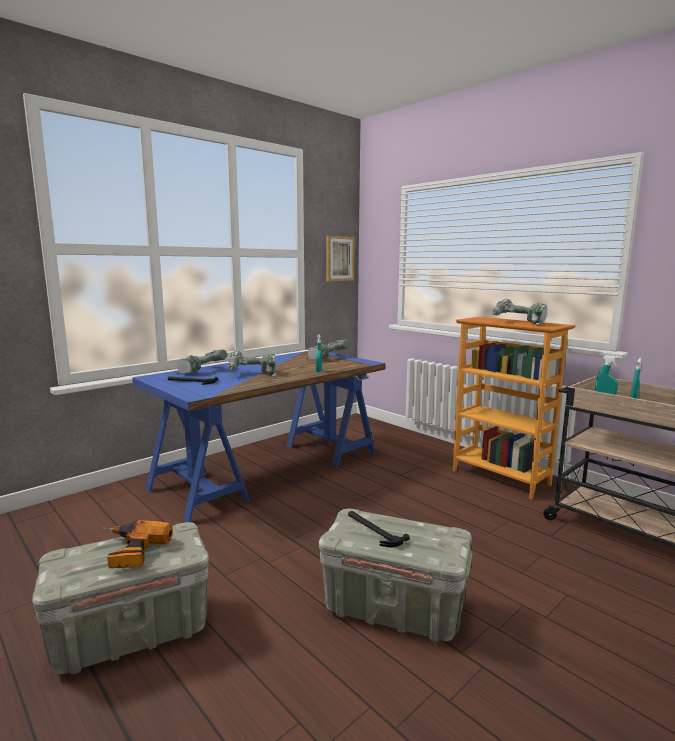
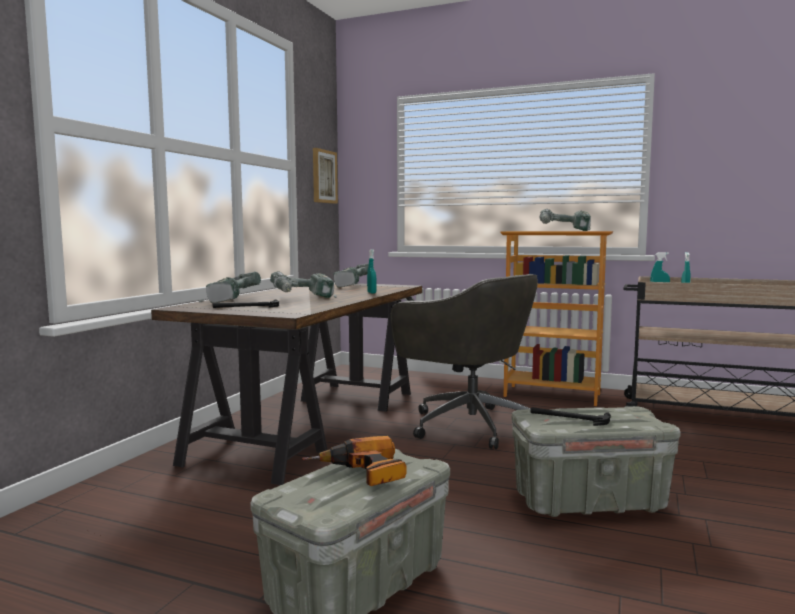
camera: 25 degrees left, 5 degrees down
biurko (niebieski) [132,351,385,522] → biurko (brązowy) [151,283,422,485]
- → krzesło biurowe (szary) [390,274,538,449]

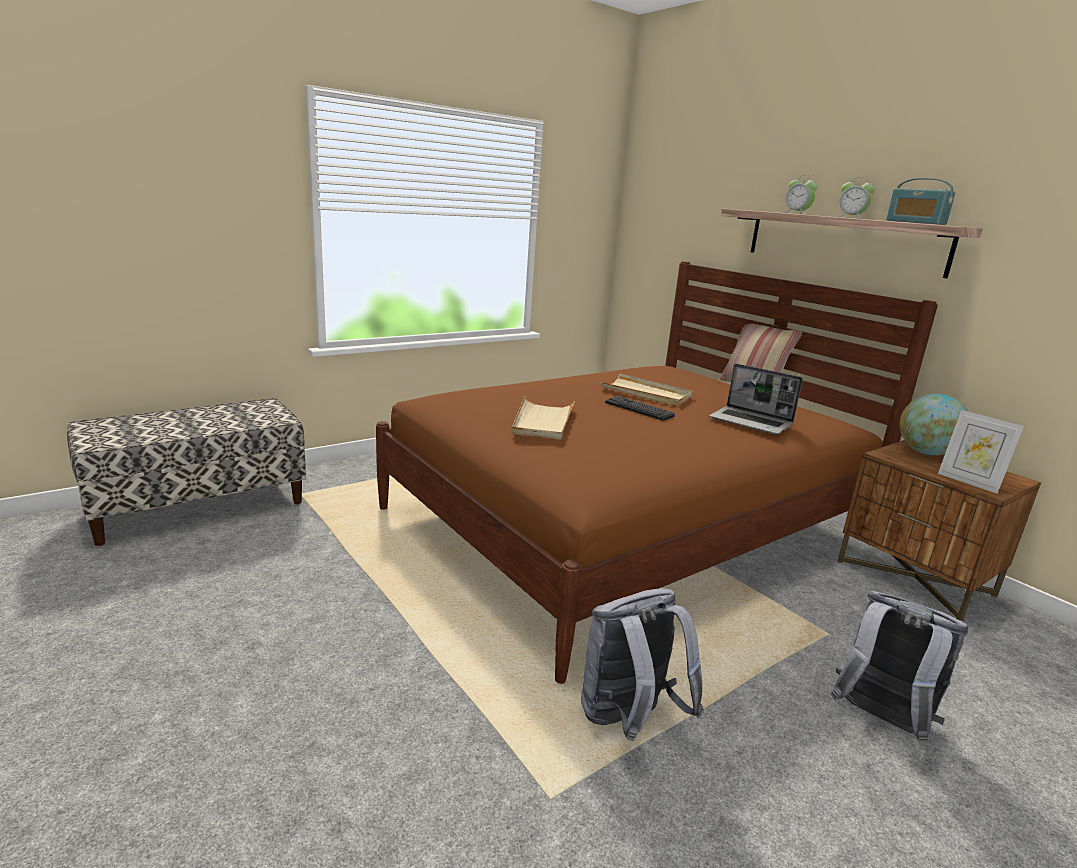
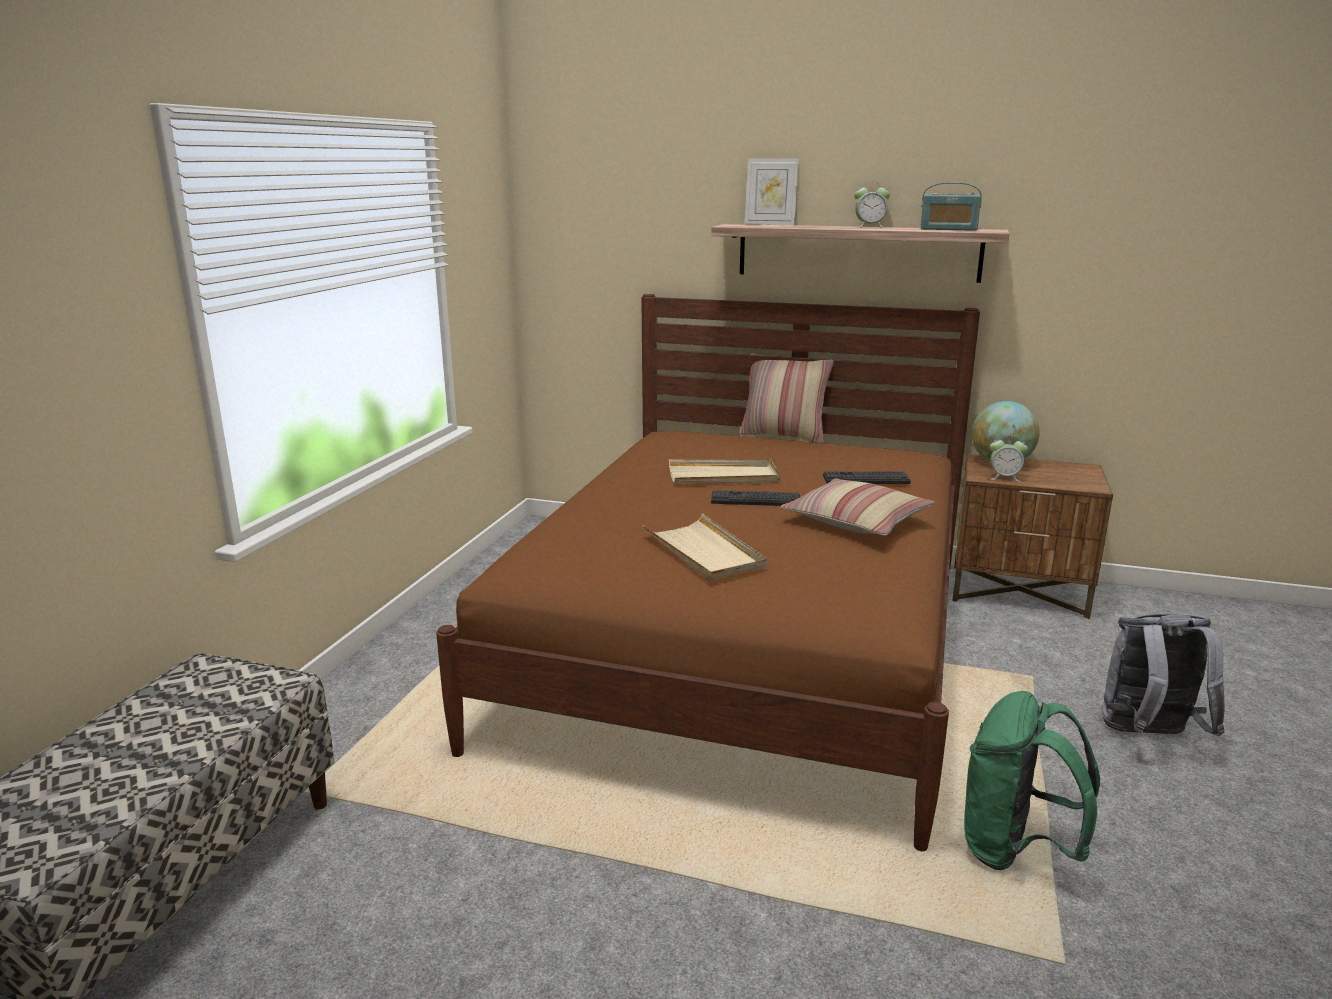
camera: 35 degrees left, 0 degrees up
plecak (szary) [581,588,704,741] → plecak (zielony) [964,691,1100,870]
laptop [709,364,803,435] → klawiatura [823,471,911,484]
budzik [783,175,818,214] → budzik [990,435,1028,482], moved
ramka na zdjęcie [938,410,1024,494] → ramka na zdjęcie [745,159,799,225], moved
- → poduszka [781,478,935,536]

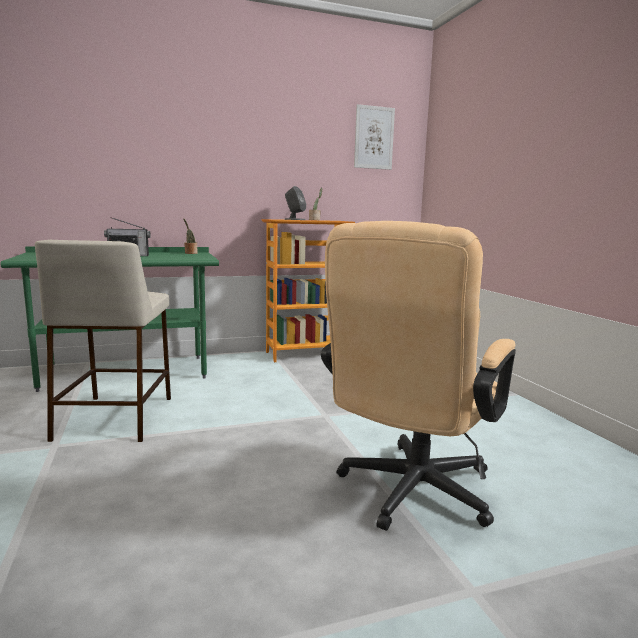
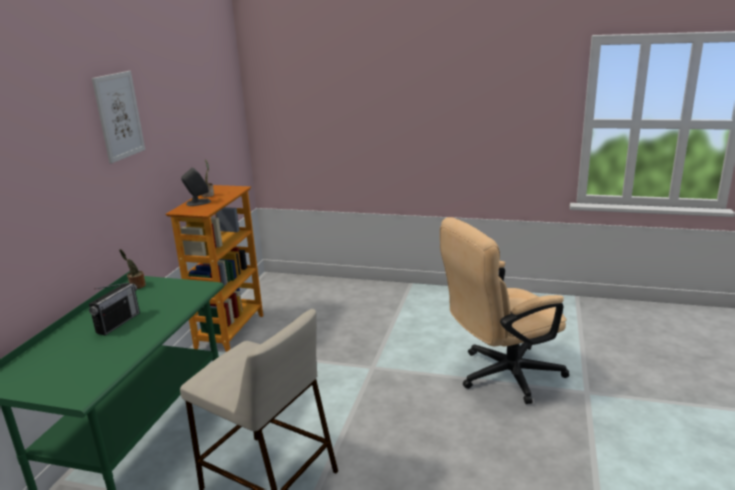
camera: 55 degrees left, 10 degrees up
krzesło biurowe (beżowy) [321,221,516,531] → krzesło biurowe (beżowy) [440,217,569,404], 90 degrees clockwise
obraz [354,104,395,170] → obraz [92,71,145,163], moved

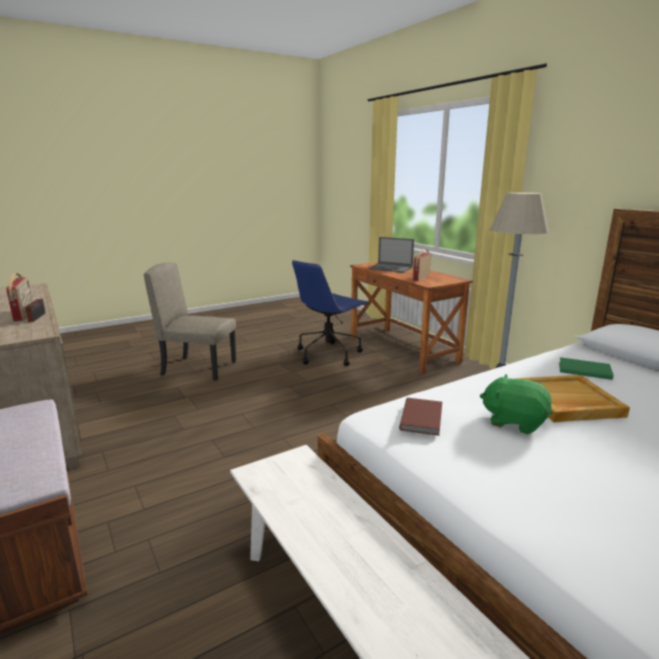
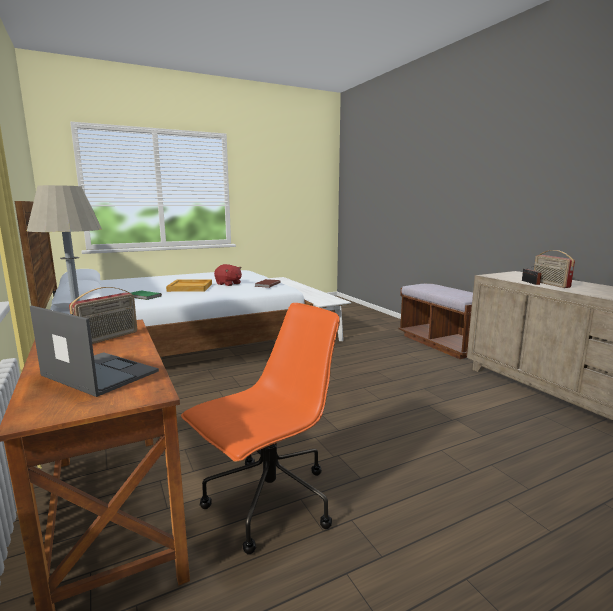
camera: 175 degrees left, 5 degrees down
krzesło (beżowy) [144,263,236,380] → -
krzesło biurowe (niebieski) [292,260,369,366] → krzesło biurowe (pomarańczowy) [181,303,340,554]
pluszak (zielony) [480,374,553,434] → pluszak (czerwony) [214,264,242,286]

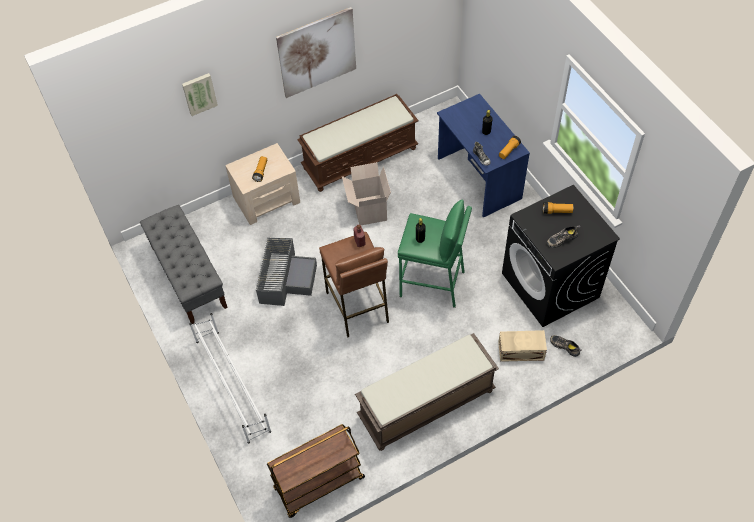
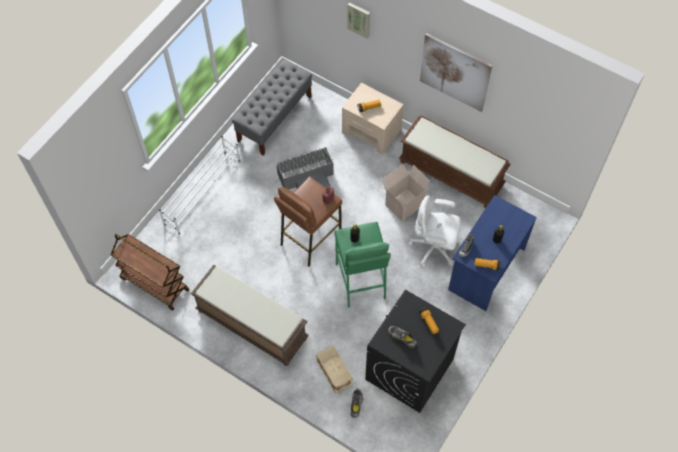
camera: 60 degrees right, 5 degrees up
- → krzesło biurowe (biały) [409,195,461,268]

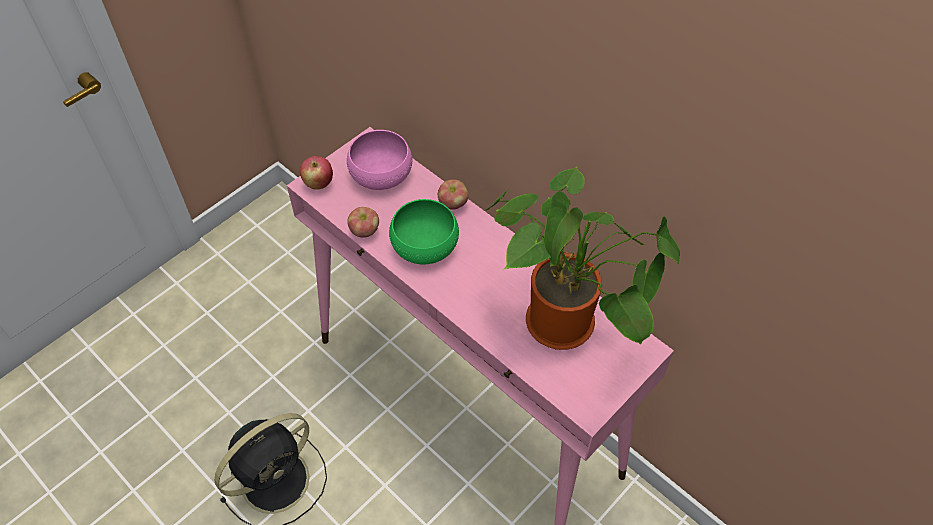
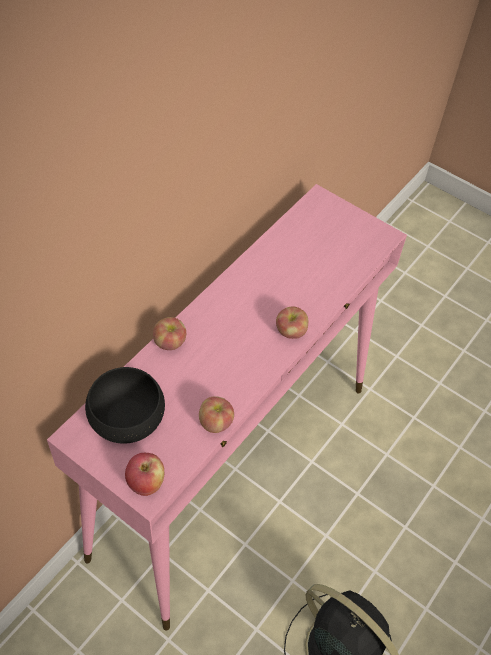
camera: 100 degrees left, 0 degrees up
miska (różowy) [347,130,412,190] → miska (czarny) [85,367,165,444]
miska (zielony) [389,199,459,264] → -
roślina doniczkowa [486,167,680,350] → -
- → jabłko [276,306,308,339]

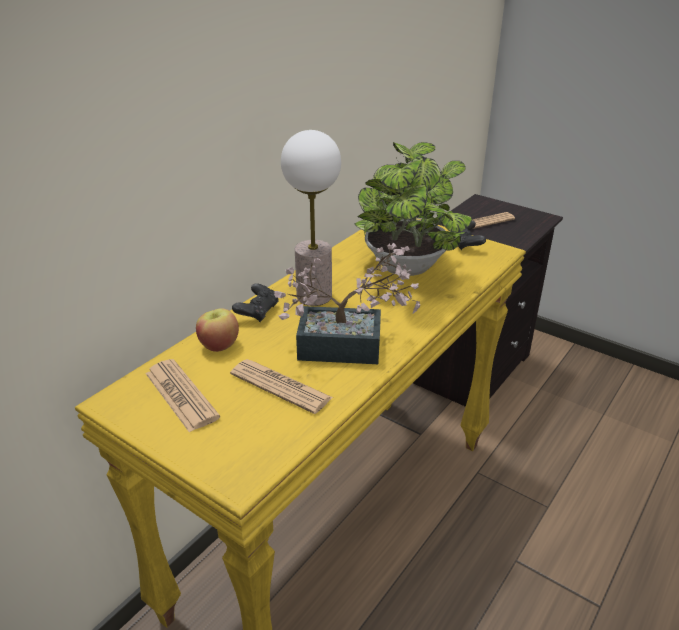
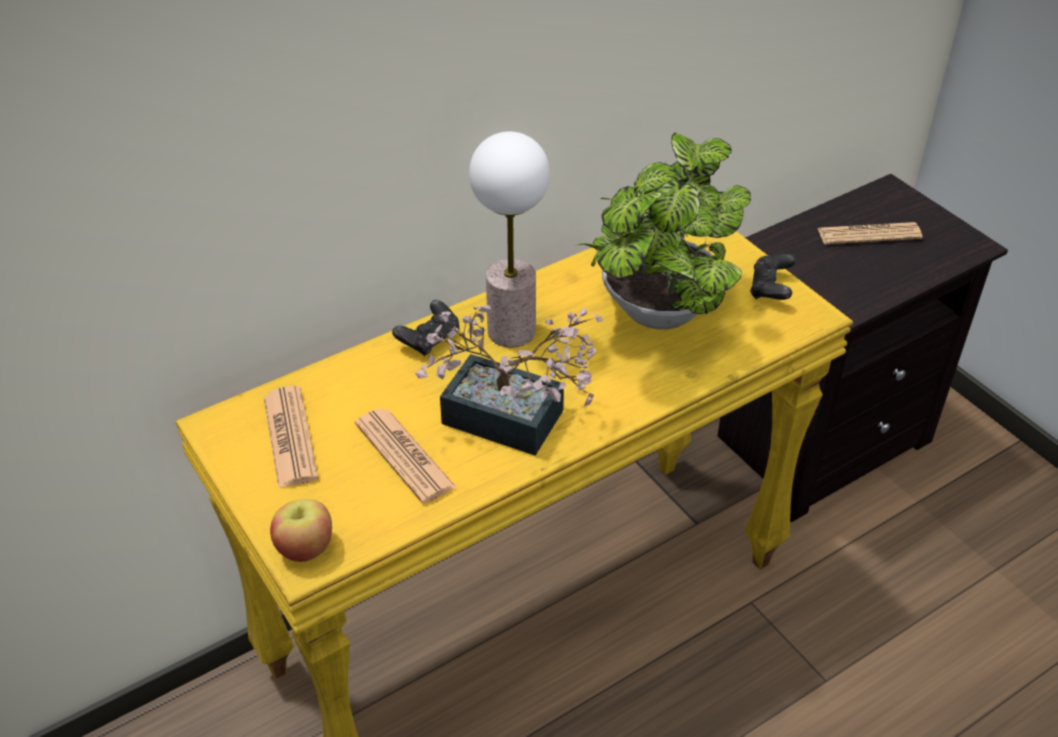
camera: 20 degrees right, 10 degrees up
jabłko [196,308,239,352] → jabłko [270,499,332,562], moved

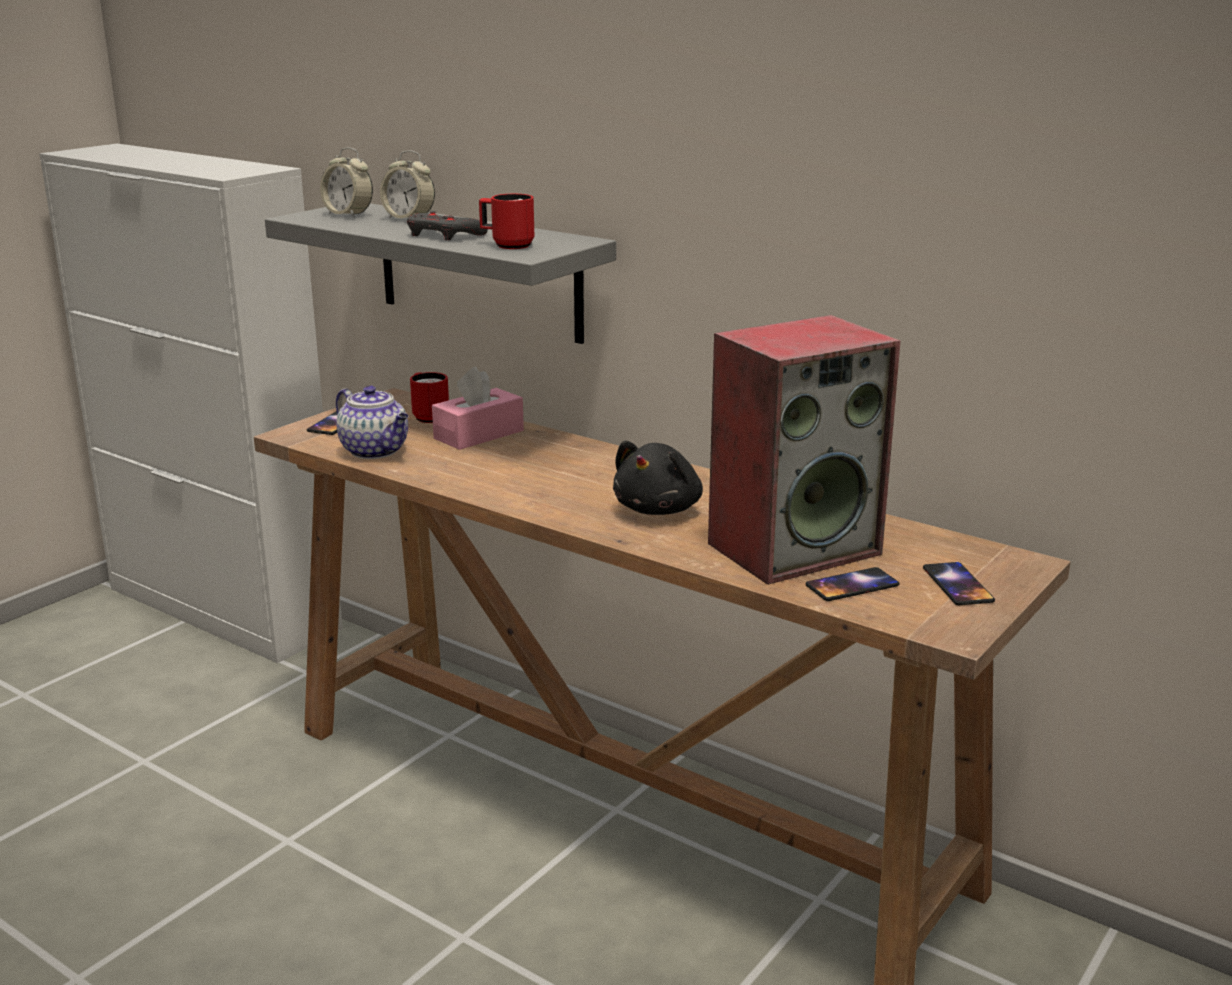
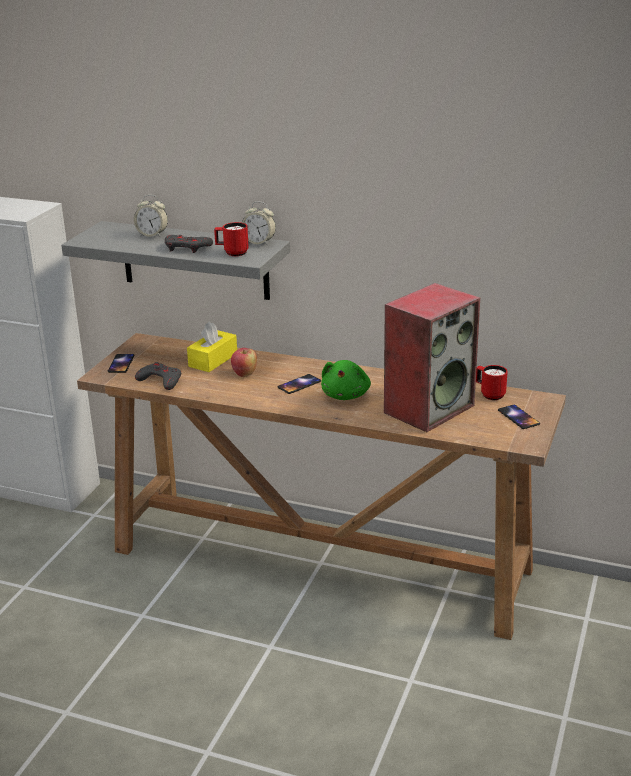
camera: 15 degrees left, 5 degrees up
budzik [320,147,373,218] → budzik [242,201,276,246], moved
imbryk [336,385,408,459] → pad do gier (szary) [135,362,181,390]
kubek (czerwony) [410,372,449,423] → kubek (czerwony) [476,365,508,400], moved
pudełko chusteczek (różowy) [432,367,524,450] → pudełko chusteczek (żółty) [187,321,237,372]
pluszak (czarny) [613,440,703,515] → pluszak (zielony) [321,360,371,400]
telefon [806,567,899,601] → telefon [278,374,321,394], moved
- → jabłko [231,348,257,377]

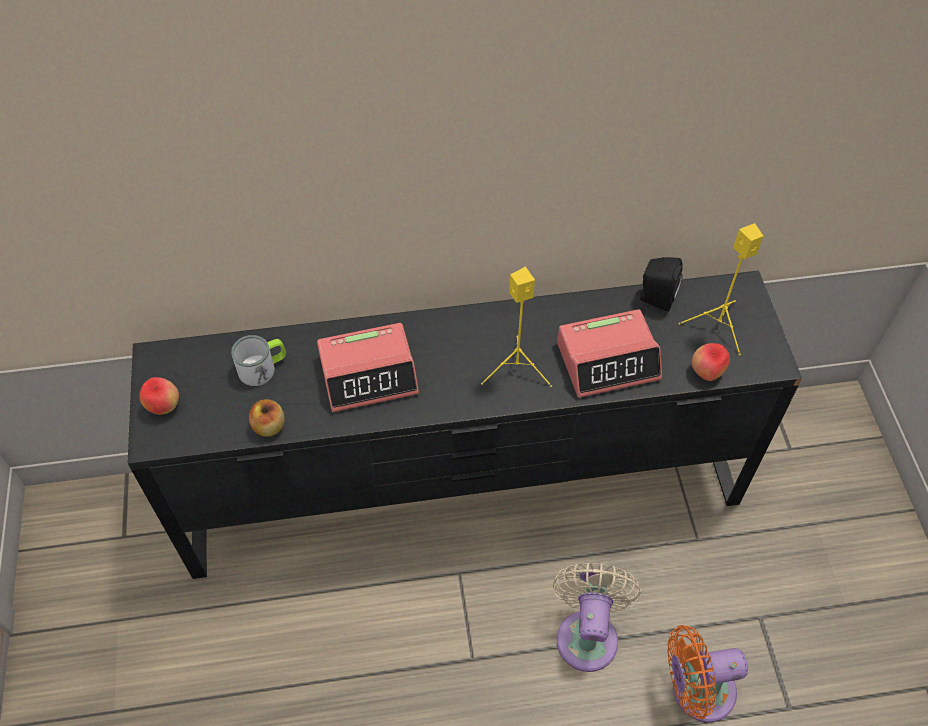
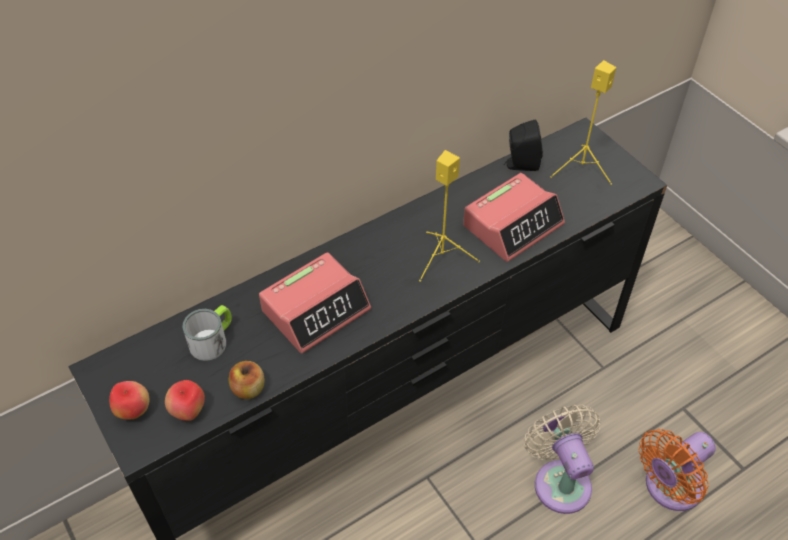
camera: 25 degrees left, 5 degrees down
jabłko [692,343,730,381] → jabłko [165,380,205,421], moved

